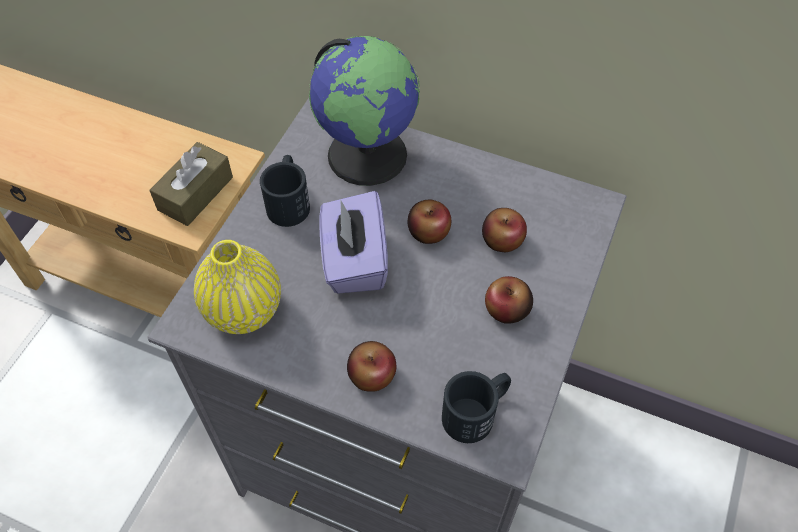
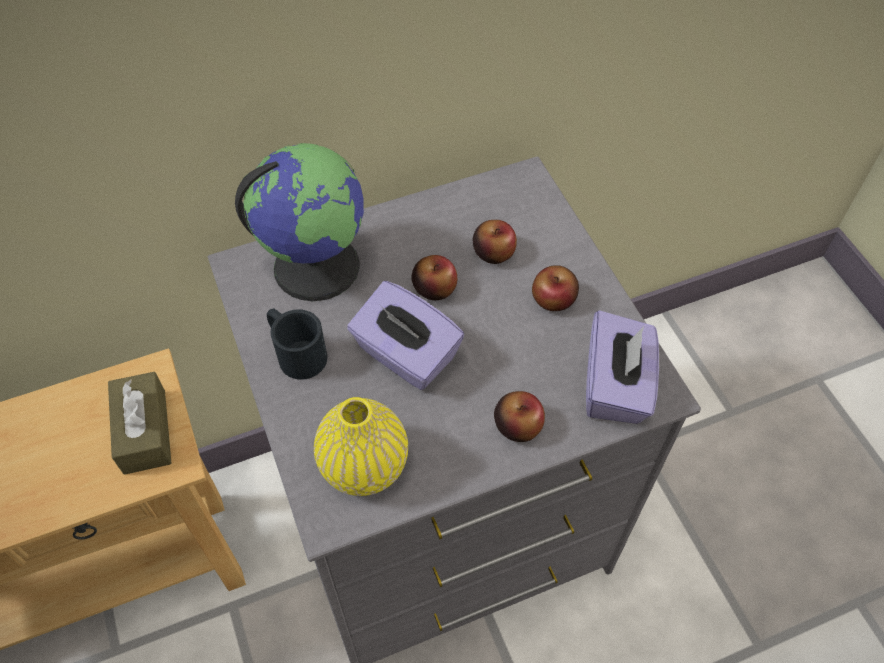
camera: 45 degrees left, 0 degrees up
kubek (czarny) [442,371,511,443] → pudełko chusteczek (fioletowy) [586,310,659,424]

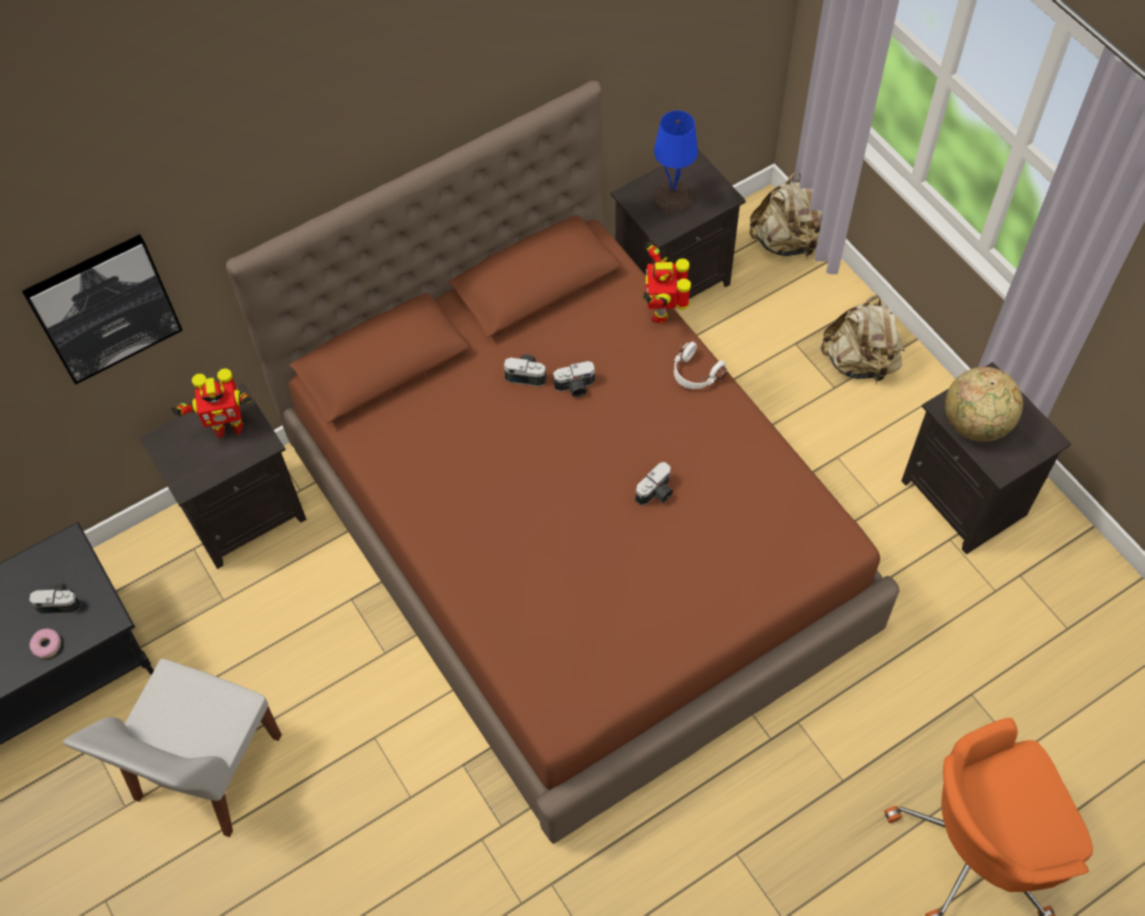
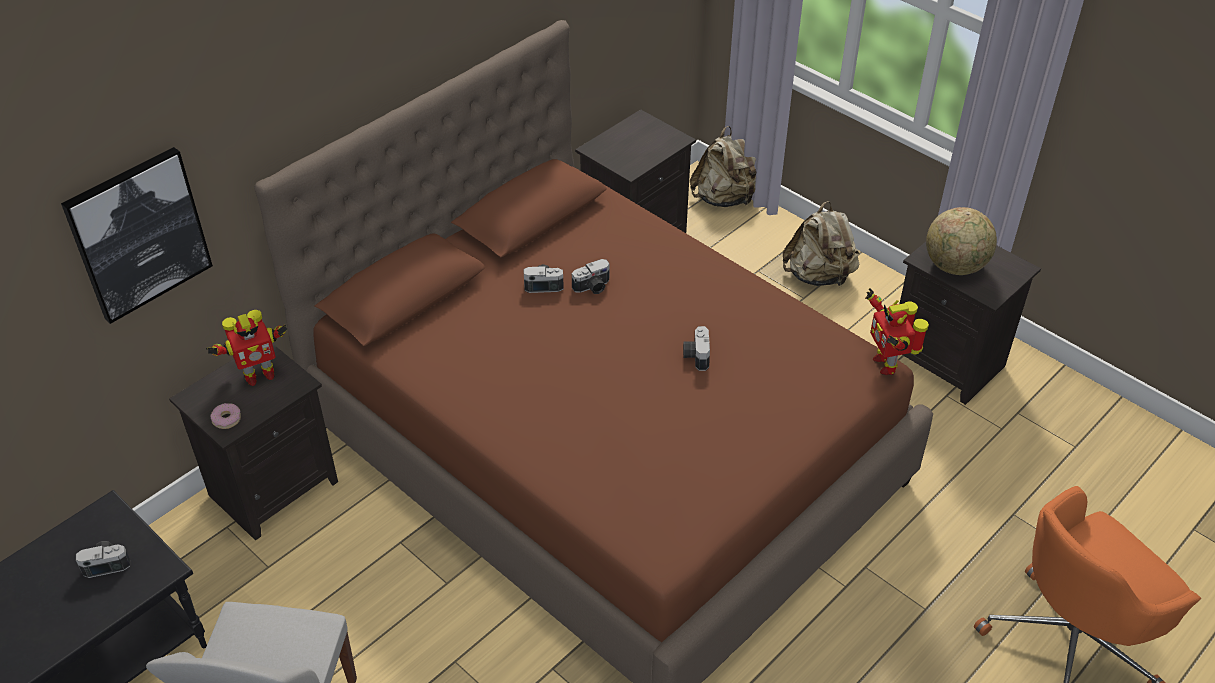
camera: 15 degrees left, 15 degrees down
donut [30,628,61,659] → donut [210,403,241,429], moved
aparat fotograficzny [635,462,673,506] → aparat fotograficzny [683,326,710,371], 150 degrees clockwise
robot zabawkowy [642,238,691,323] → robot zabawkowy [865,288,929,375], moved
lampa stołowa (niebieski) [653,110,698,213] → -
słuchawki (biały) [674,342,728,389] → -

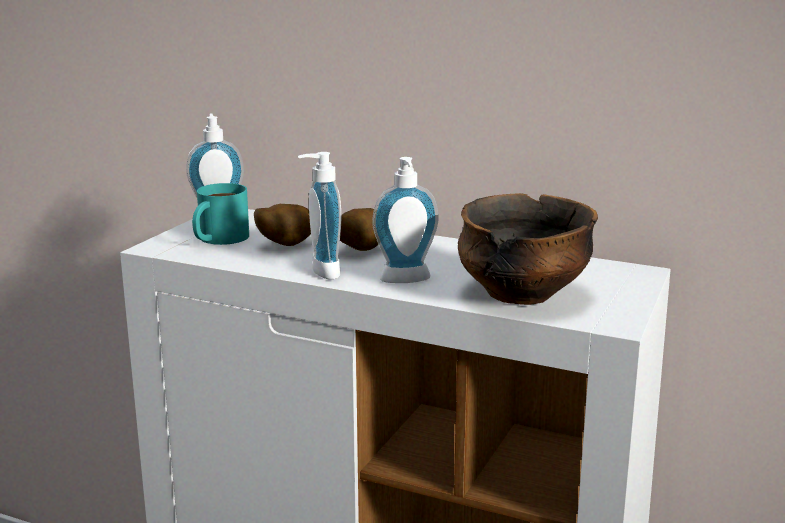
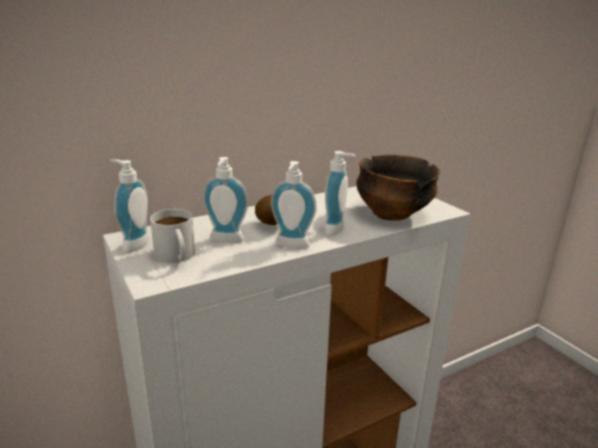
camera: 55 degrees left, 5 degrees up
kubek (turkusowy) [192,183,249,245] → kubek (biały) [150,209,195,263]
ziemniak [254,204,311,246] → dozownik mydła [203,157,248,243]

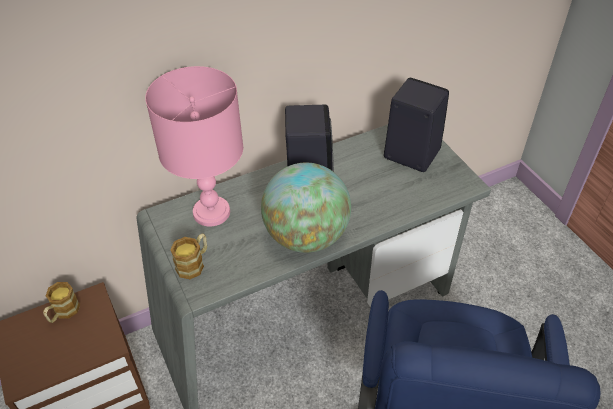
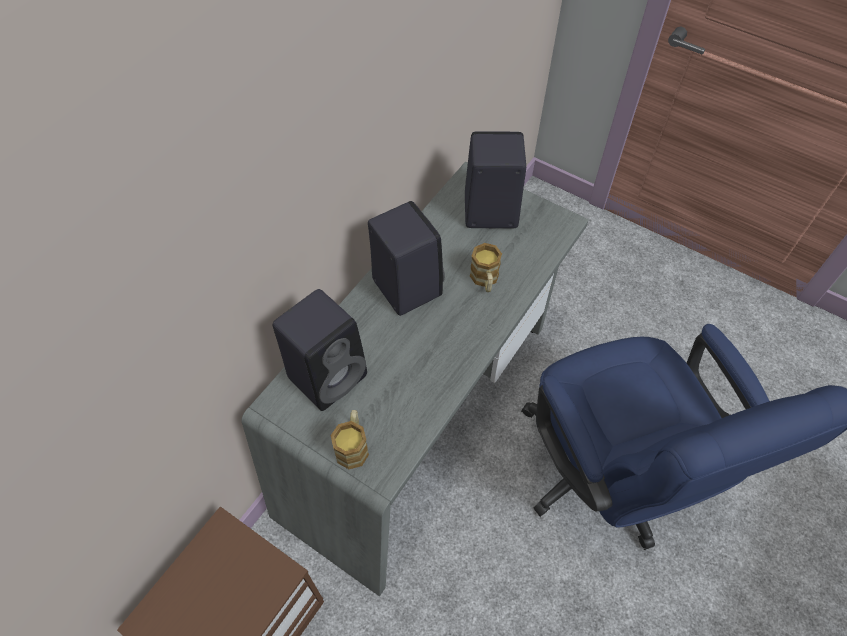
camera: 30 degrees left, 10 degrees up
kubek [43,282,80,323] → kubek [470,243,502,292], moved
lampa stołowa (różowy) [145,66,243,227] → głośnik (czarny) [273,289,367,411]
globus [261,163,351,253] → -

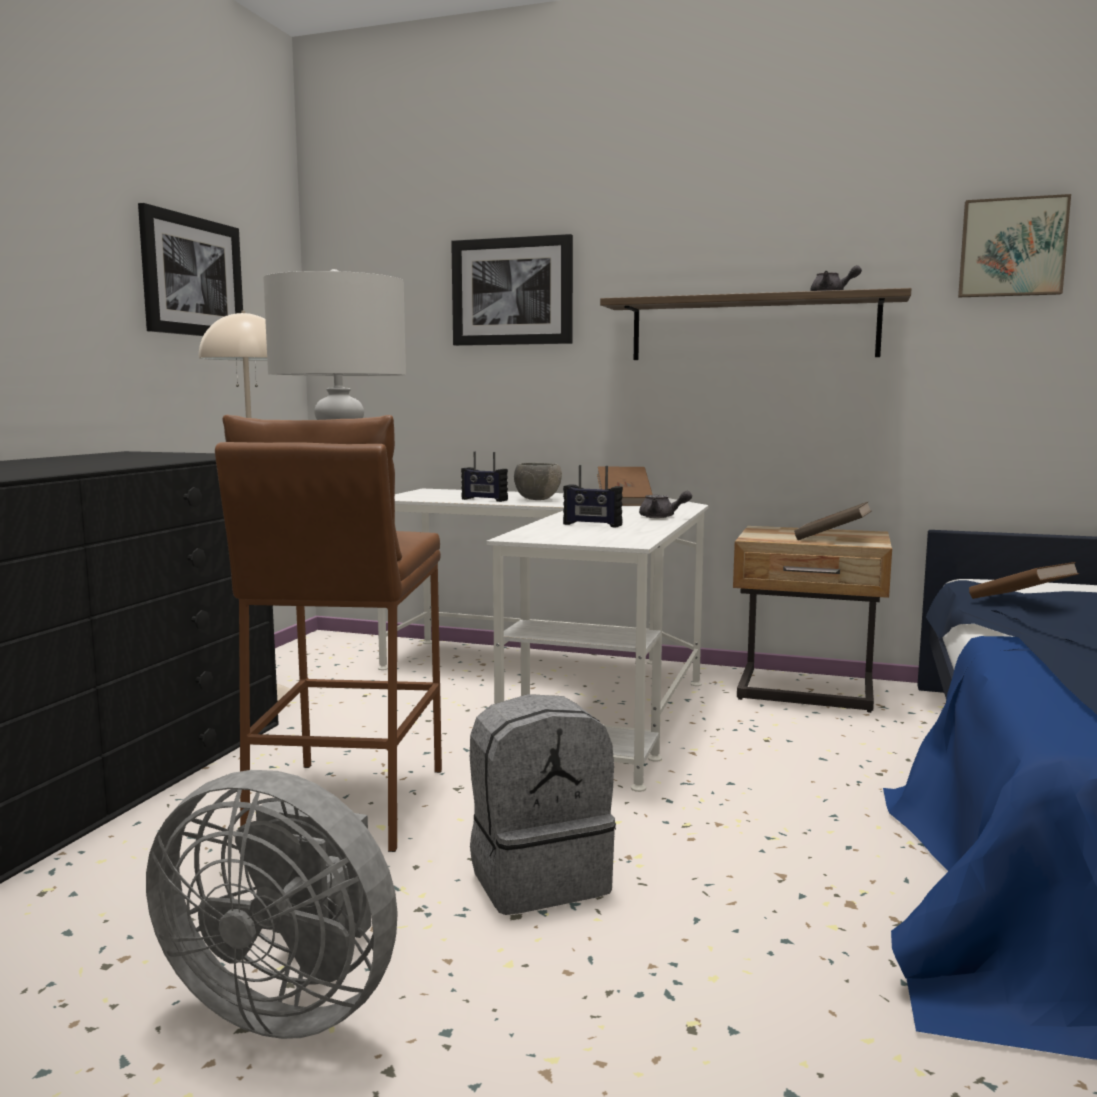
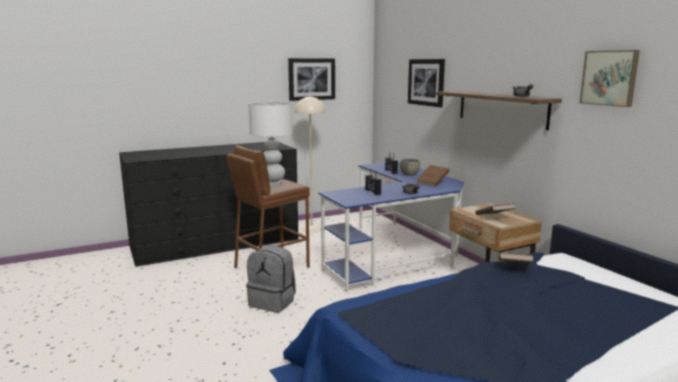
camera: 45 degrees right, 5 degrees up
wentylator (szary) [146,770,398,1039] → -
biurko (biały) [378,489,708,792] → biurko (niebieski) [318,162,464,294]

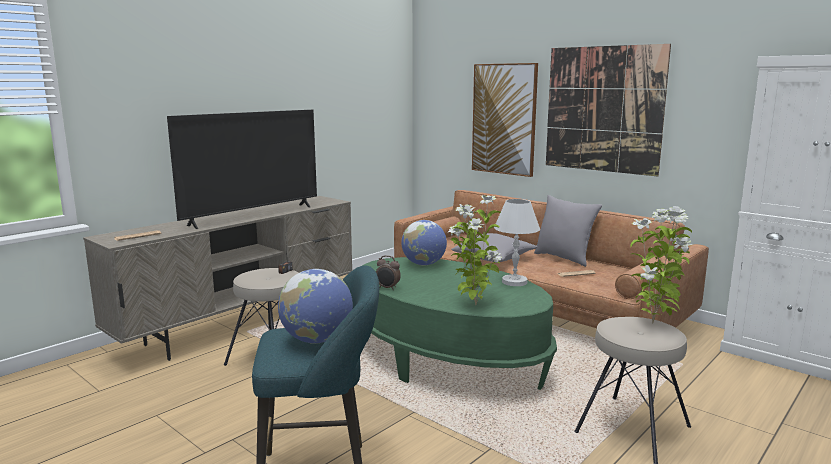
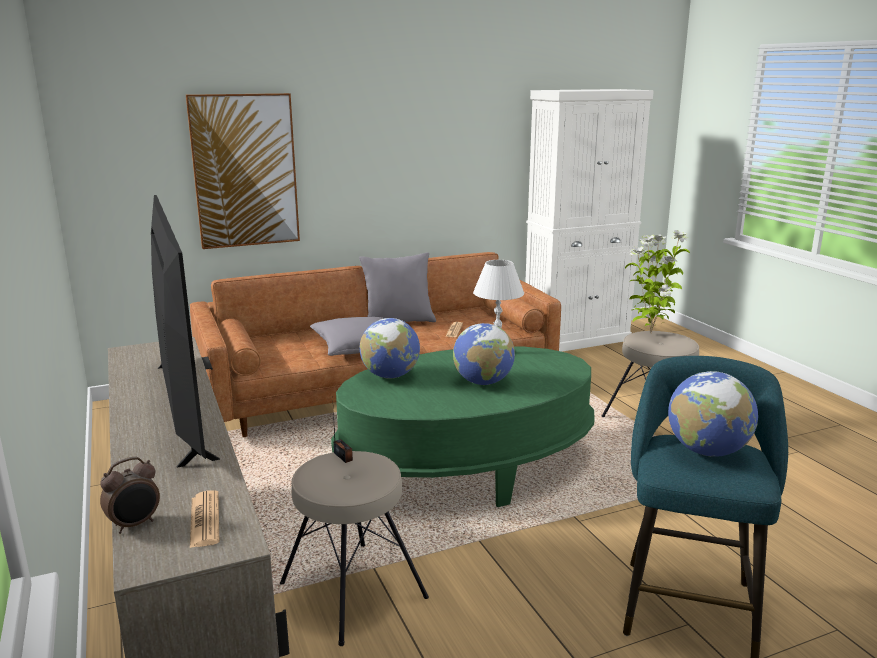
camera: 65 degrees left, 5 degrees up
budzik [376,255,401,290] → budzik [100,457,160,534], moved
roślina doniczkowa [448,195,502,305] → -
obraz [546,44,671,177] → -
- → globus [453,323,515,385]

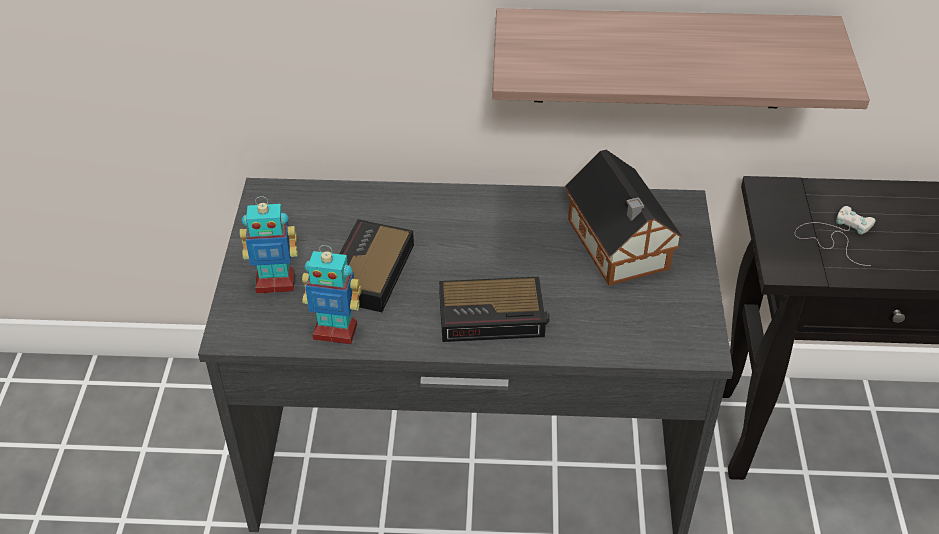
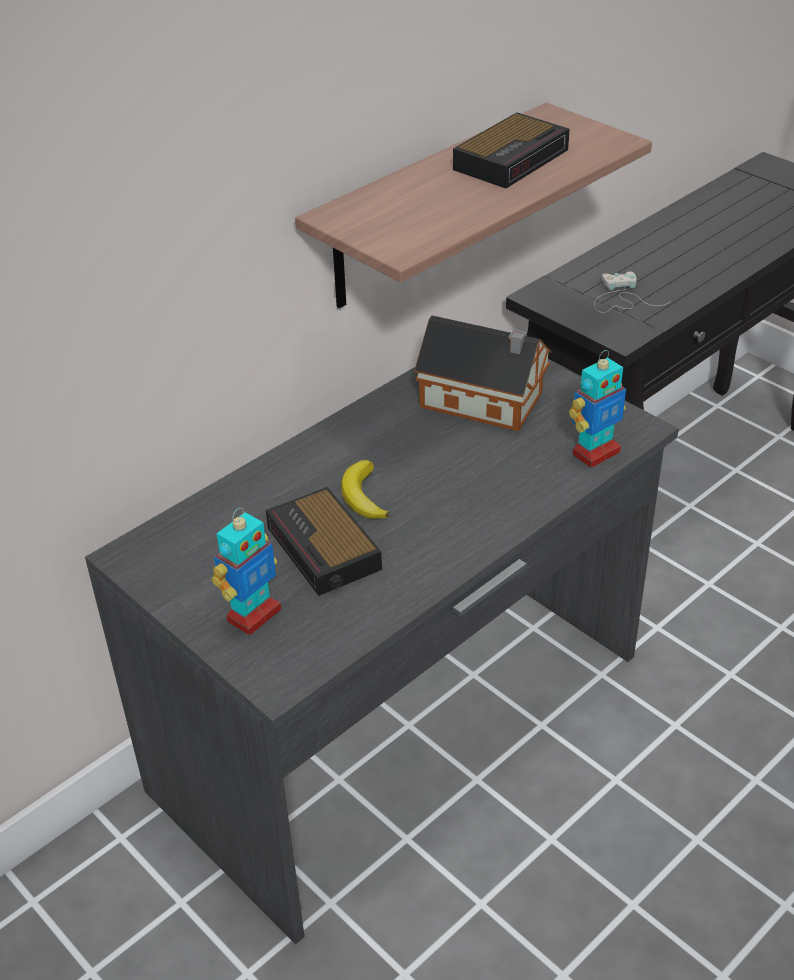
camera: 45 degrees left, 5 degrees down
robot zabawkowy [302,245,361,344] → robot zabawkowy [569,350,626,468], moved
budzik [439,277,550,342] → budzik [453,113,570,188], moved
- → banan [341,460,390,519]

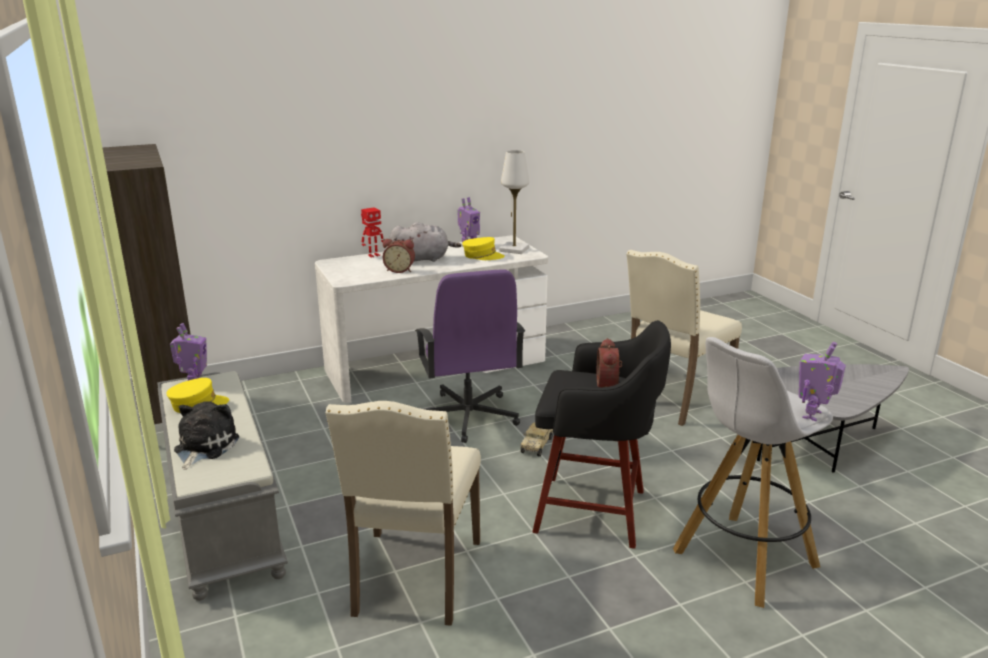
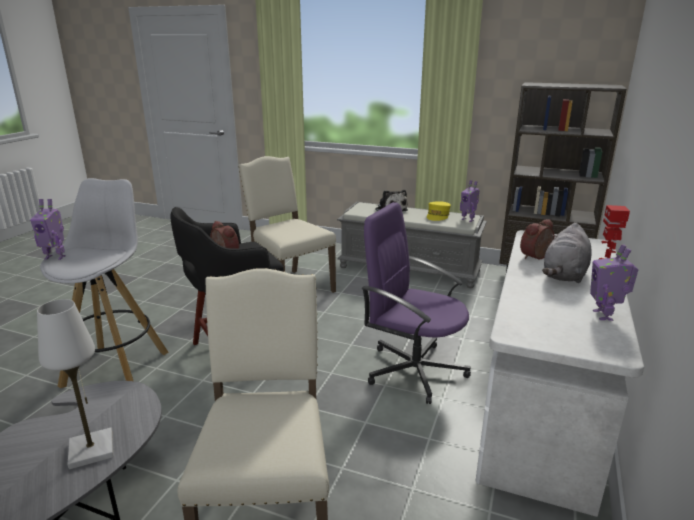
camera: 135 degrees right, 0 degrees up
czapka z daszkiem (żółty) [462,237,505,260] → -
lampa stołowa (biały) [499,150,529,254] → lampa stołowa (biały) [37,299,113,470], moved
ciężarówka zabawkowa [521,422,553,457] → -
robot zabawkowy [799,342,846,421] → robot zabawkowy [30,199,66,260], 105 degrees clockwise

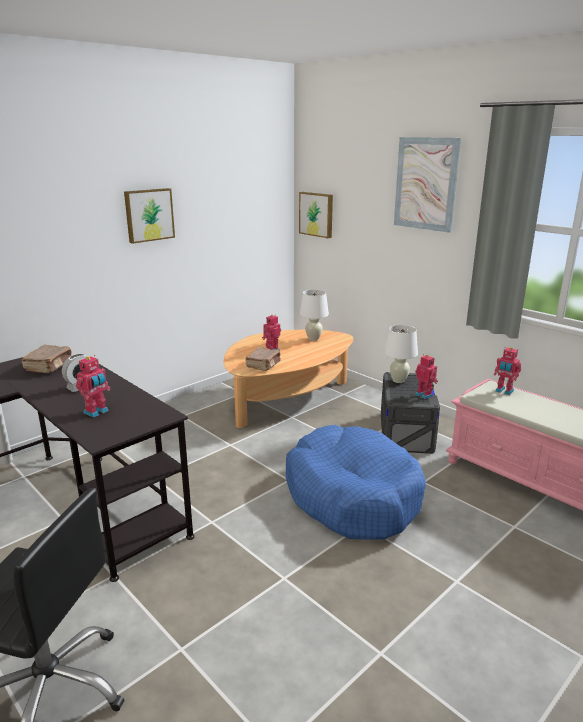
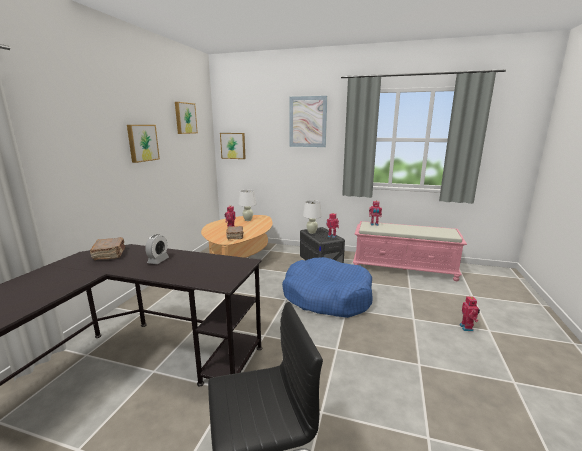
camera: 30 degrees left, 5 degrees down
robot zabawkowy [76,355,110,418] → robot zabawkowy [459,296,480,331], moved
- → obraz [175,102,198,134]

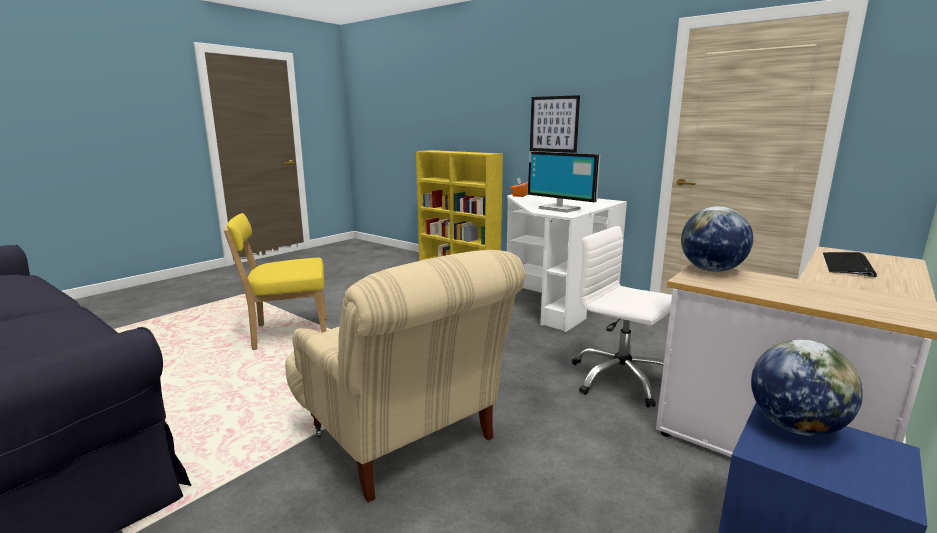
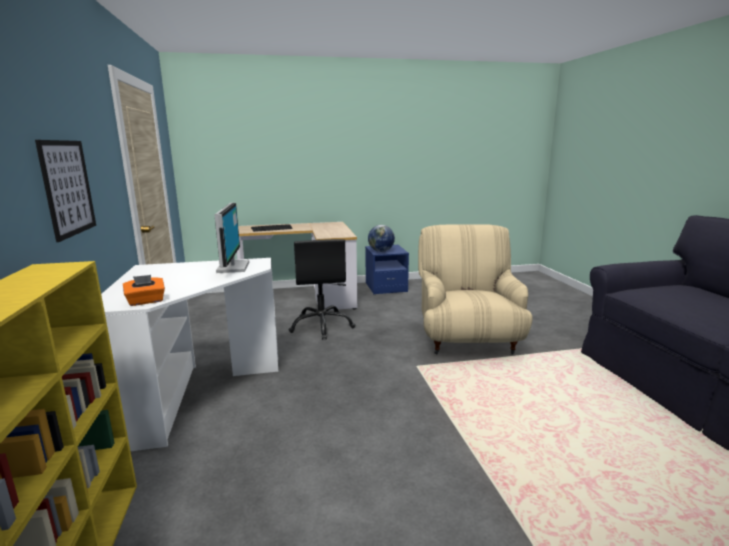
camera: 140 degrees left, 0 degrees up
krzesło (żółty) [224,213,327,350] → -
krzesło biurowe (biały) [572,226,672,408] → krzesło biurowe (czarny) [289,239,355,340]
globus [681,206,753,272] → -

